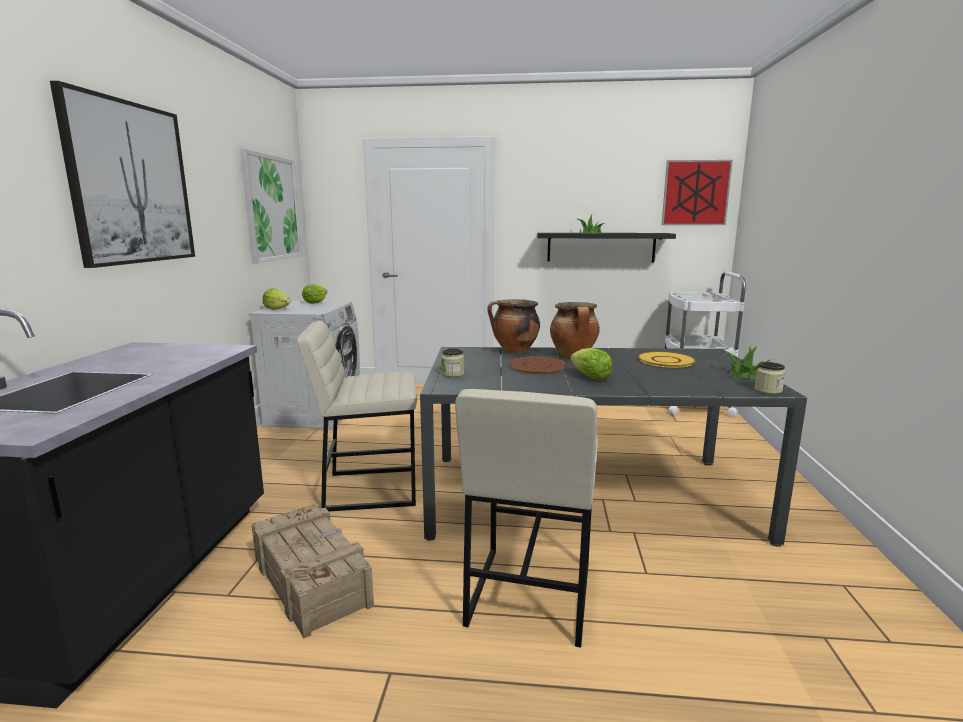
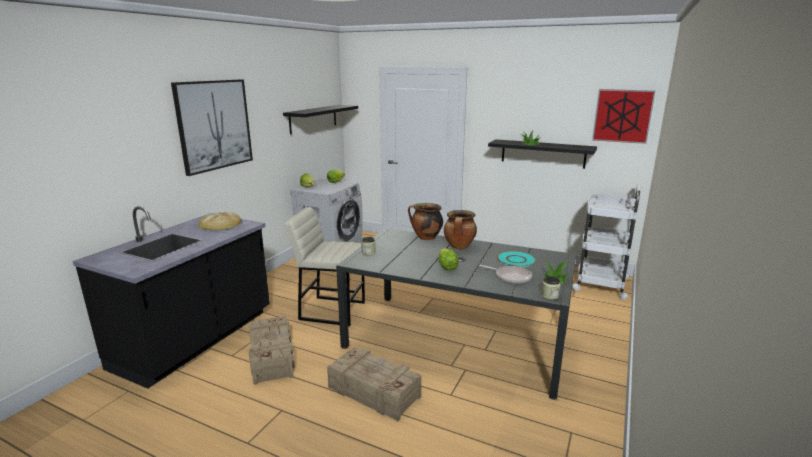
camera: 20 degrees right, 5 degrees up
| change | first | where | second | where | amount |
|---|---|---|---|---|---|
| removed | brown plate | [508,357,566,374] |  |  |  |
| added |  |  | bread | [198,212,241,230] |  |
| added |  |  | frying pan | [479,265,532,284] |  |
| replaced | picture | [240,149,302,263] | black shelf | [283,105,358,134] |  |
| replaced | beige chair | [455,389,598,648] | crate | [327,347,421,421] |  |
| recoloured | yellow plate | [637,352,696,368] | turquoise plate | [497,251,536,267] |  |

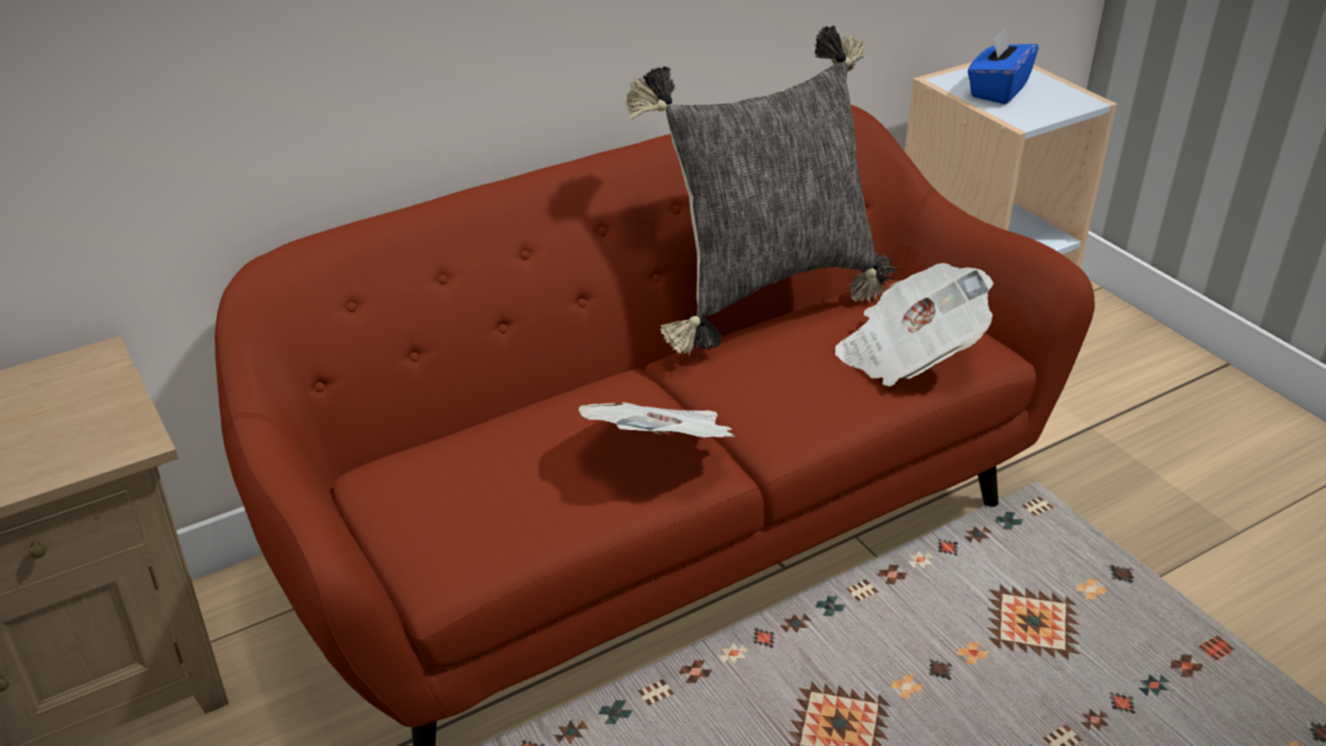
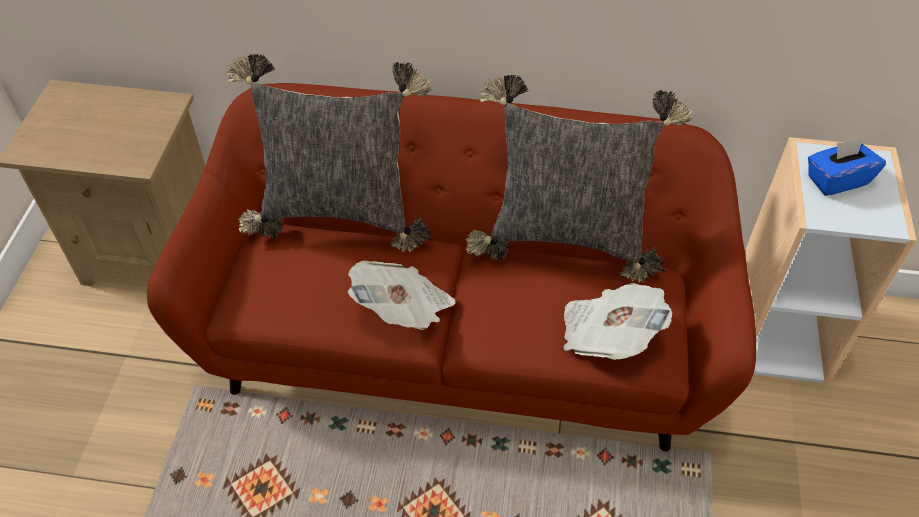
camera: 40 degrees right, 15 degrees up
| change | first | where | second | where | amount |
|---|---|---|---|---|---|
| added |  |  | pillow | [227,54,432,253] |  |

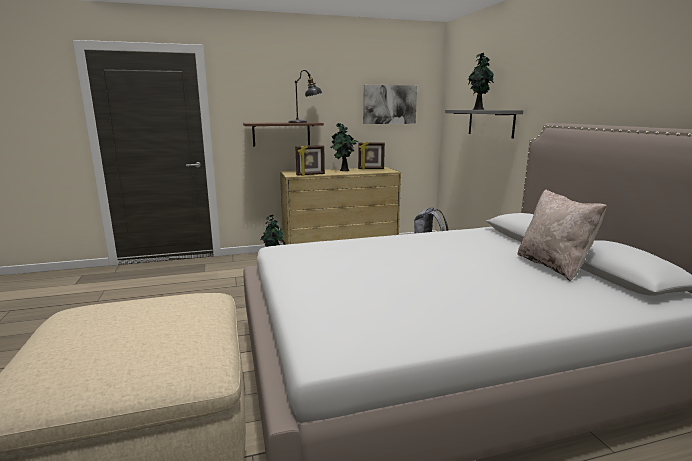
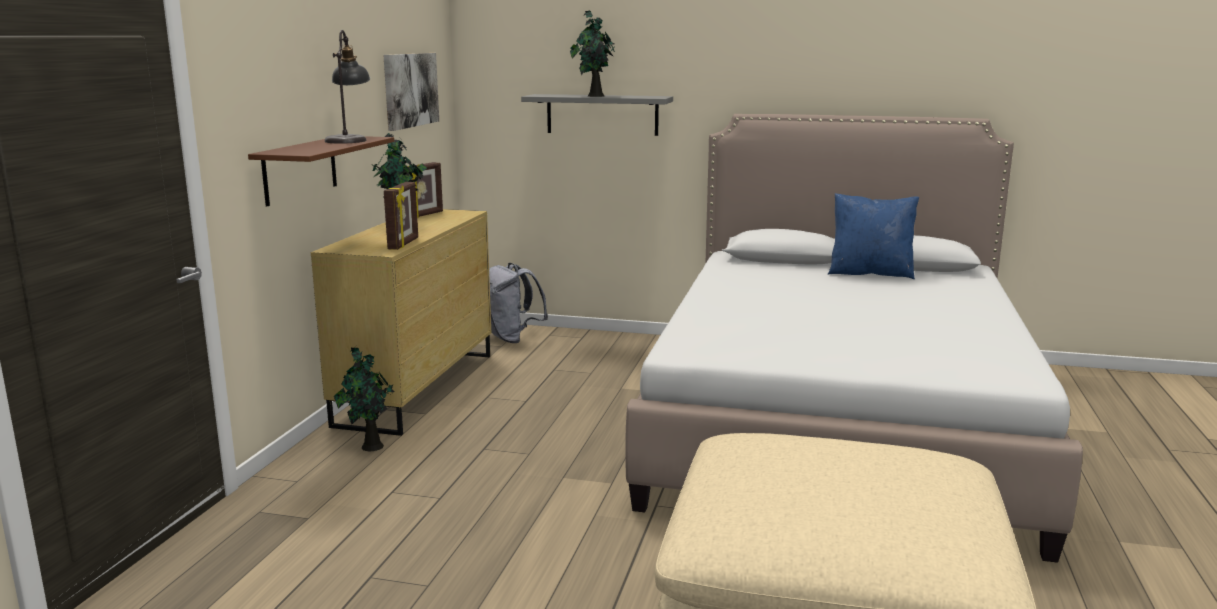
camera: 60 degrees left, 0 degrees up
| change | first | where | second | where | amount |
|---|---|---|---|---|---|
| recoloured | beige pillow | [517,190,607,281] | blue pillow | [828,193,919,279] |  |

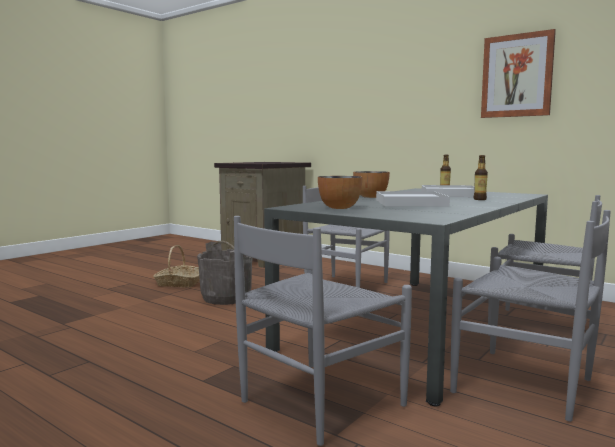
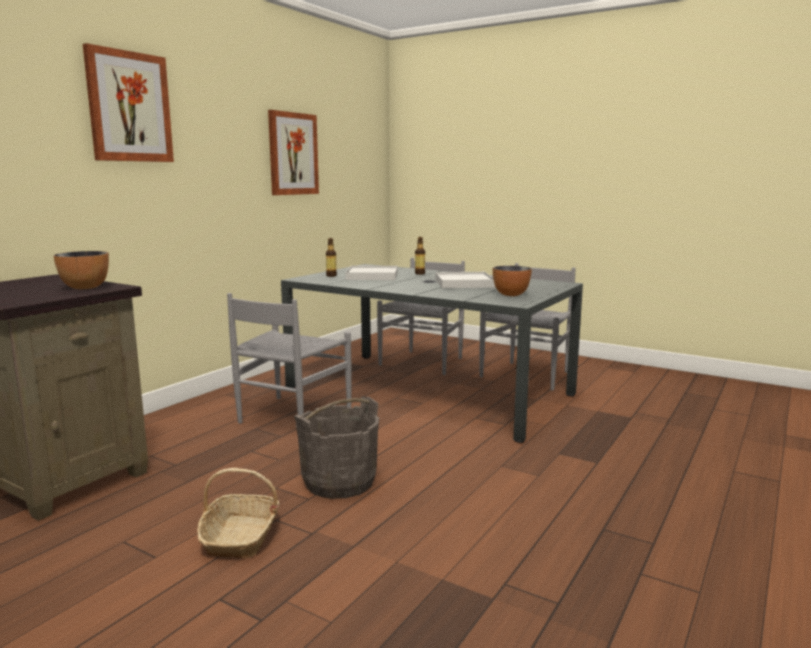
camera: 95 degrees left, 5 degrees up
| change | first | where | second | where | amount |
|---|---|---|---|---|---|
| removed | grey chair | [234,216,412,446] |  |  |  |
| added |  |  | picture | [83,43,174,162] |  |
| moved | bowl | [353,171,390,198] |  | [54,251,109,289] |  |

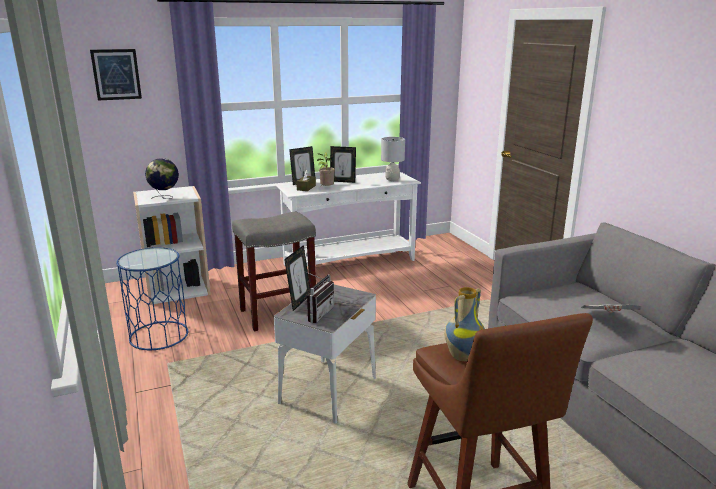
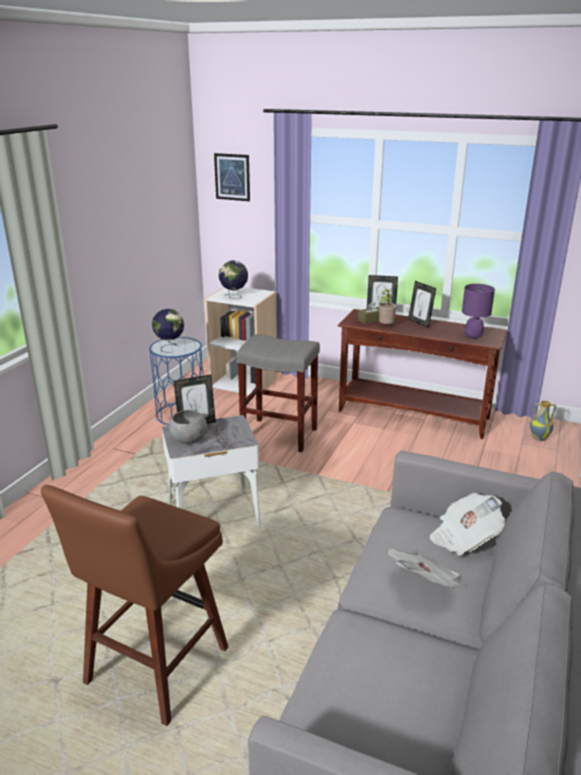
camera: 45 degrees right, 5 degrees up
| change | first | where | second | where | amount |
|---|---|---|---|---|---|
| added |  |  | globe | [152,309,184,353] |  |
| added |  |  | newspaper | [430,493,505,556] |  |
| moved | vase | [444,287,485,361] |  | [530,401,556,441] |  |
| replaced | radio | [304,271,334,323] | grey bowl | [169,410,207,444] |  |
| recoloured | white console table | [276,172,421,266] | brown console table | [338,309,507,439] |  |
| recoloured | grey table lamp | [381,137,405,181] | purple table lamp | [462,284,495,338] |  |

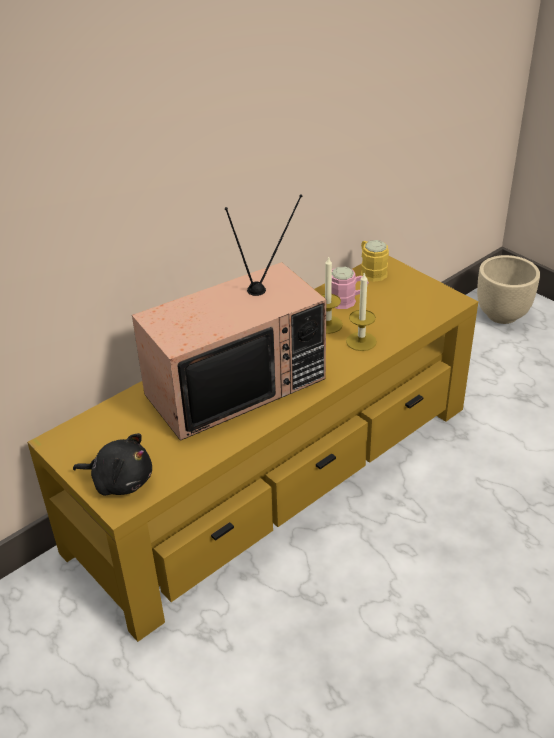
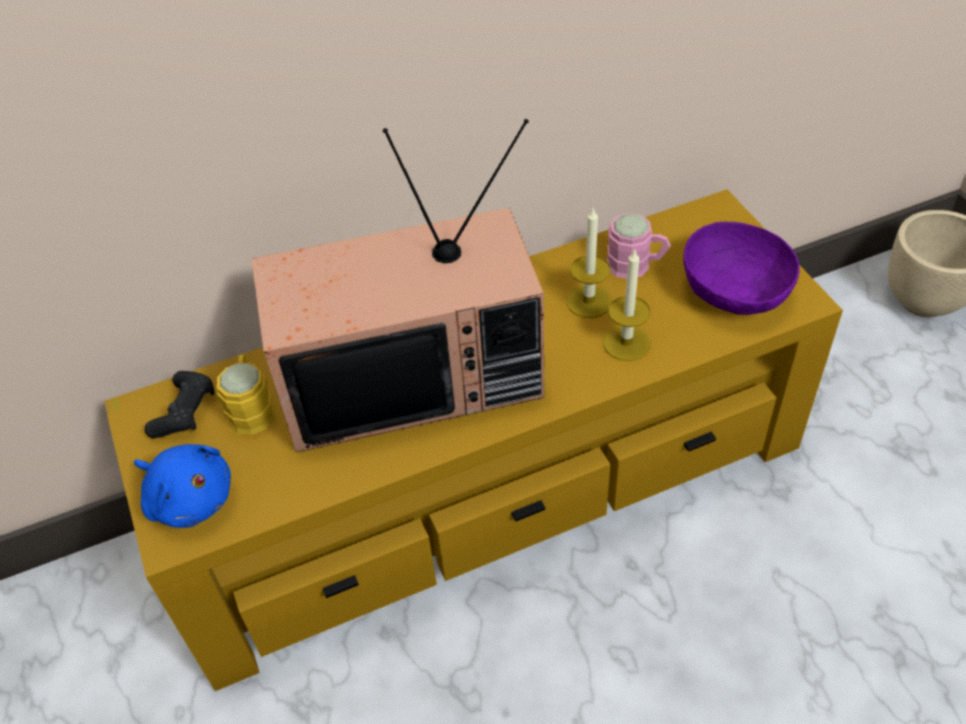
camera: 20 degrees right, 10 degrees up
| change | first | where | second | where | amount |
|---|---|---|---|---|---|
| added |  |  | black game controller | [145,371,214,438] |  |
| added |  |  | purple bowl | [683,222,800,315] |  |
| moved | yellow mug | [361,240,389,282] |  | [217,355,275,435] |  |
| recoloured | black plush toy | [73,433,152,496] | blue plush toy | [134,444,231,528] |  |

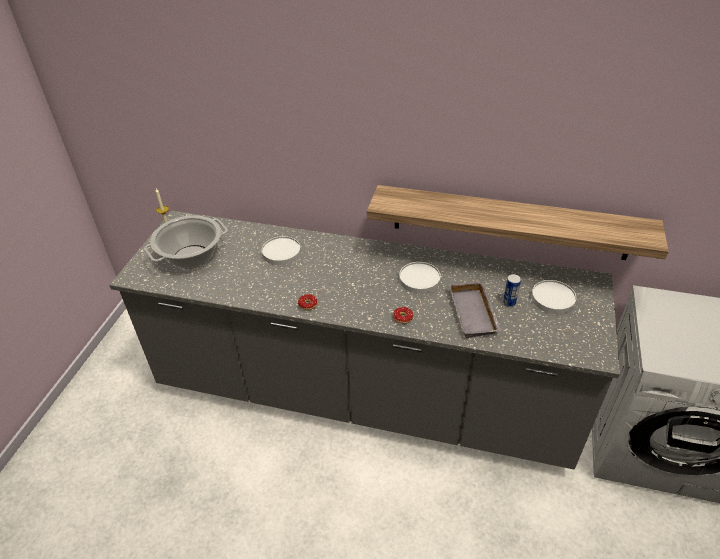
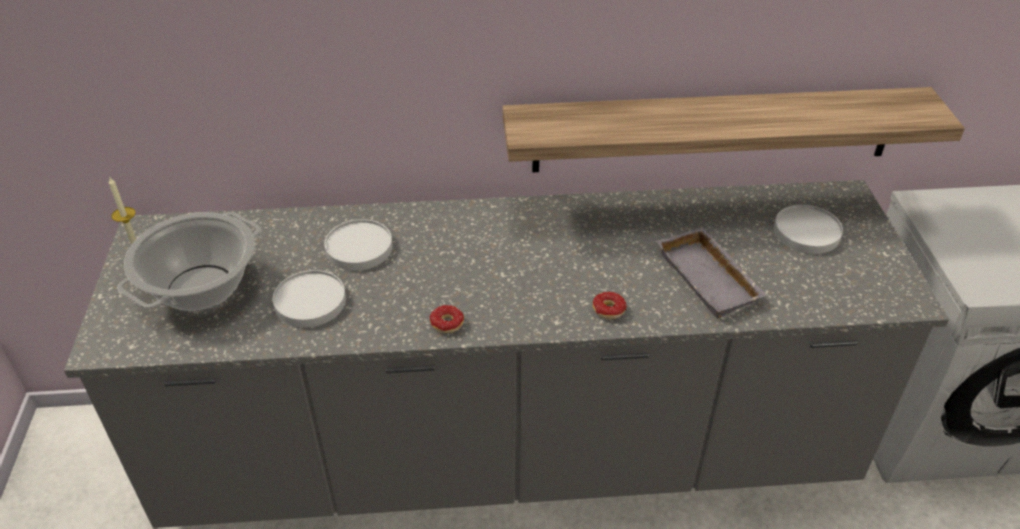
camera: 20 degrees left, 0 degrees up
| change | first | where | second | where | amount |
|---|---|---|---|---|---|
| removed | can | [503,274,521,307] |  |  |  |
| moved | white plate | [399,262,441,294] |  | [273,270,346,328] |  |

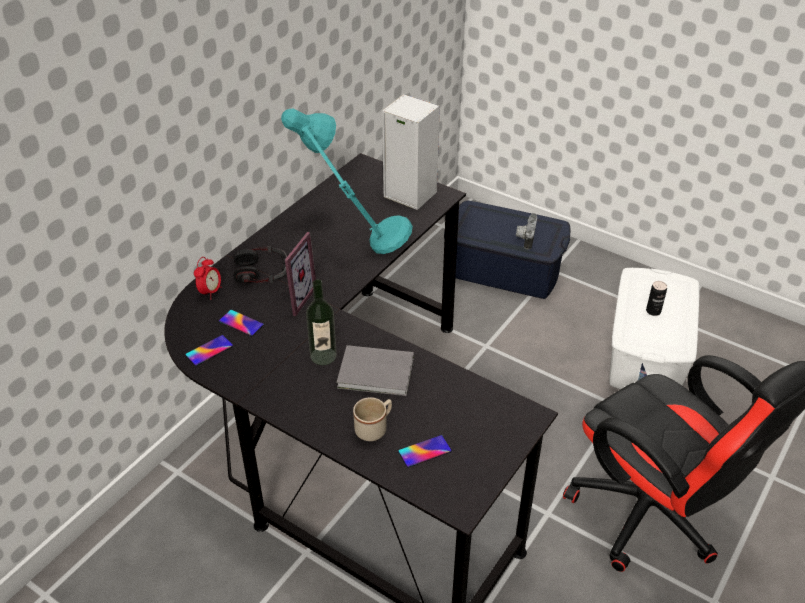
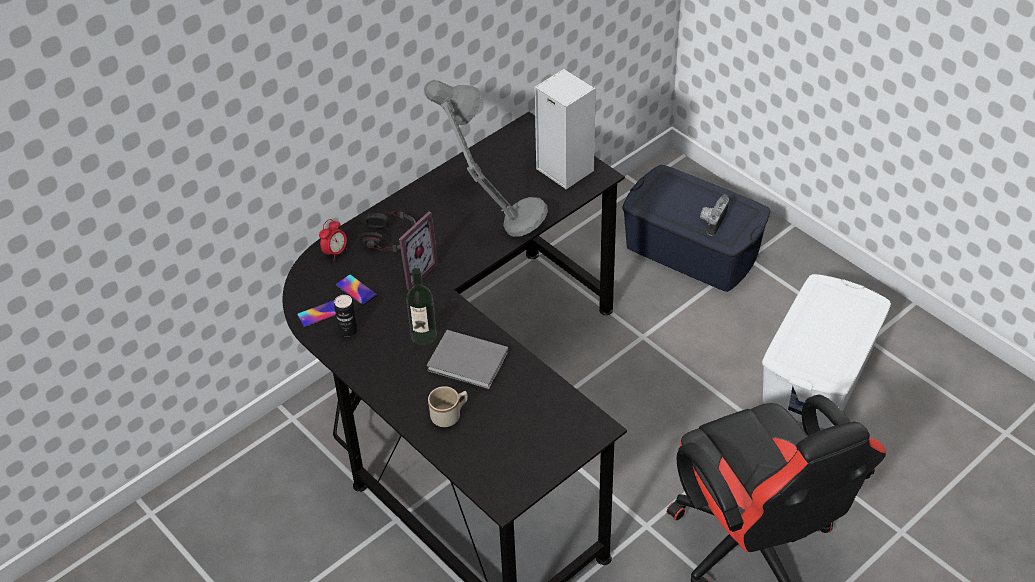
camera: 15 degrees right, 5 degrees up
| change | first | where | second | where | amount |
|---|---|---|---|---|---|
| removed | phone | [398,435,452,468] |  |  |  |
| moved | can | [646,281,667,316] |  | [334,295,357,337] |  |
| recoloured | turquoise table lamp | [281,108,413,254] | grey table lamp | [424,80,548,237] |  |

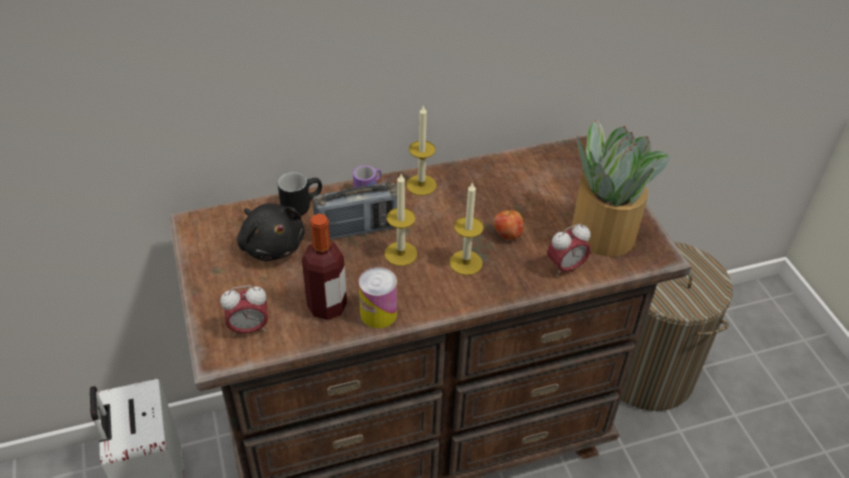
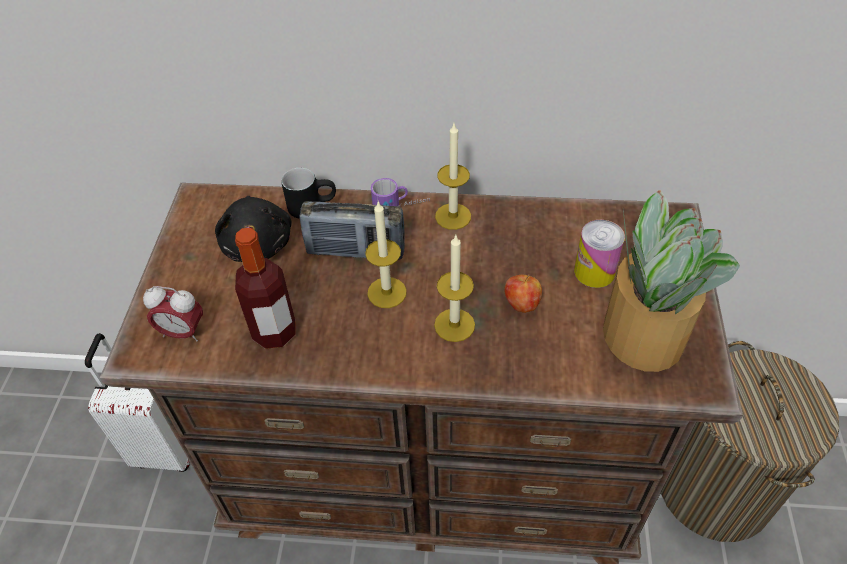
camera: 25 degrees right, 5 degrees up
| change | first | where | second | where | amount |
|---|---|---|---|---|---|
| removed | alarm clock | [547,224,591,277] |  |  |  |
| moved | can | [359,267,397,328] |  | [574,220,625,288] |  |

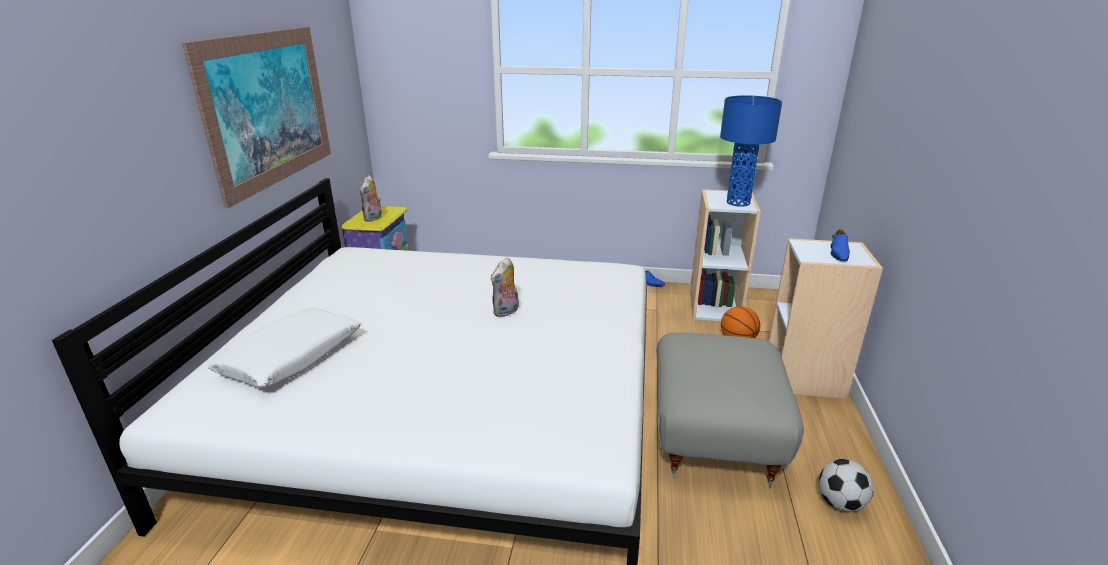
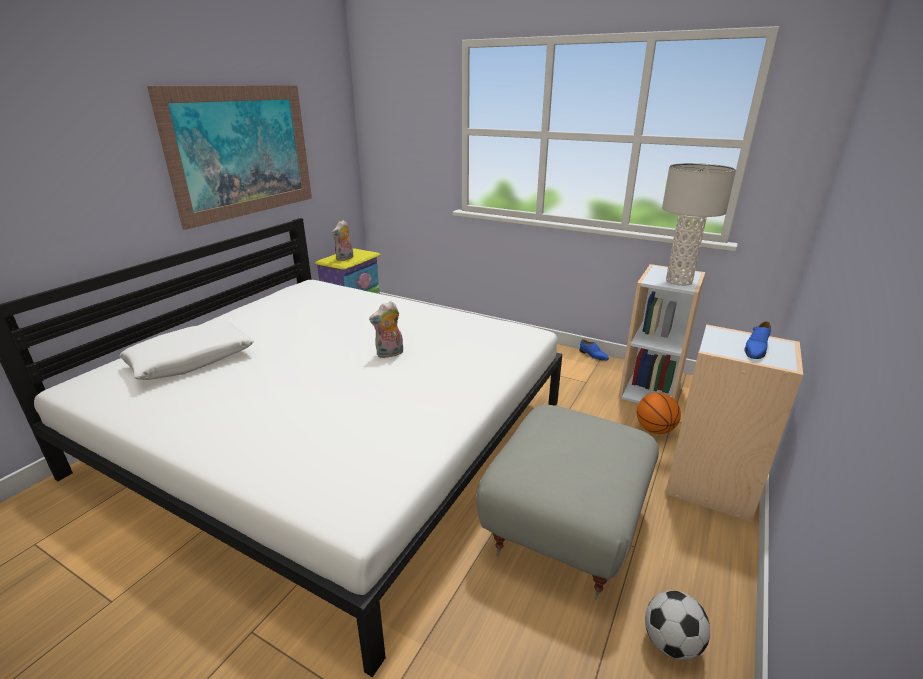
camera: 20 degrees right, 0 degrees up
| change | first | where | second | where | amount |
|---|---|---|---|---|---|
| recoloured | blue table lamp | [720,95,782,207] | white table lamp | [662,163,736,286] |  |

